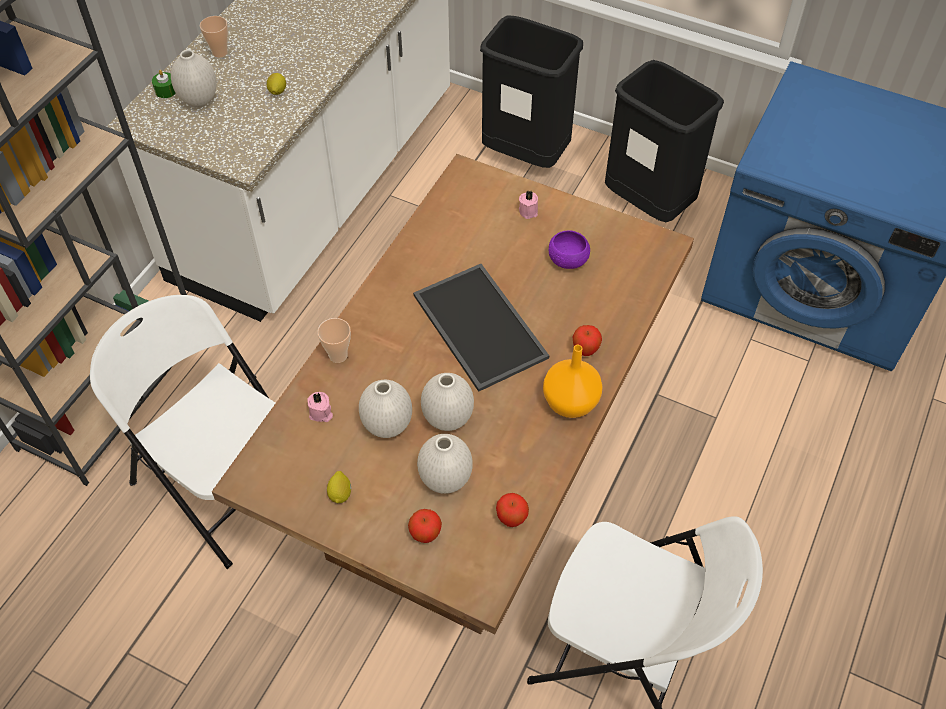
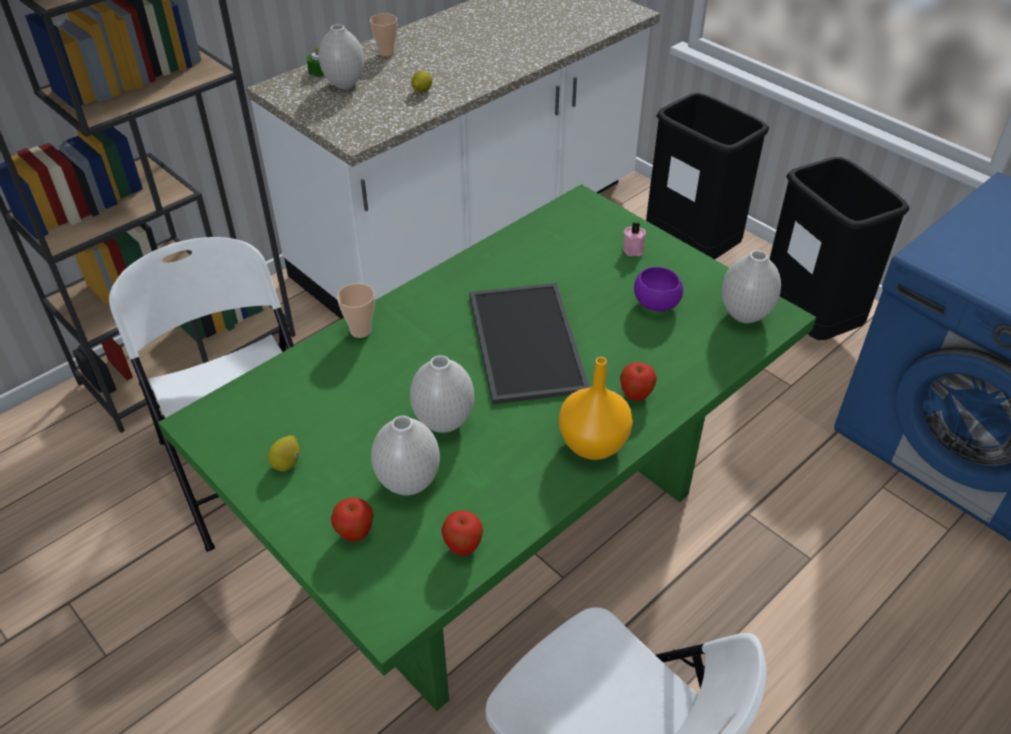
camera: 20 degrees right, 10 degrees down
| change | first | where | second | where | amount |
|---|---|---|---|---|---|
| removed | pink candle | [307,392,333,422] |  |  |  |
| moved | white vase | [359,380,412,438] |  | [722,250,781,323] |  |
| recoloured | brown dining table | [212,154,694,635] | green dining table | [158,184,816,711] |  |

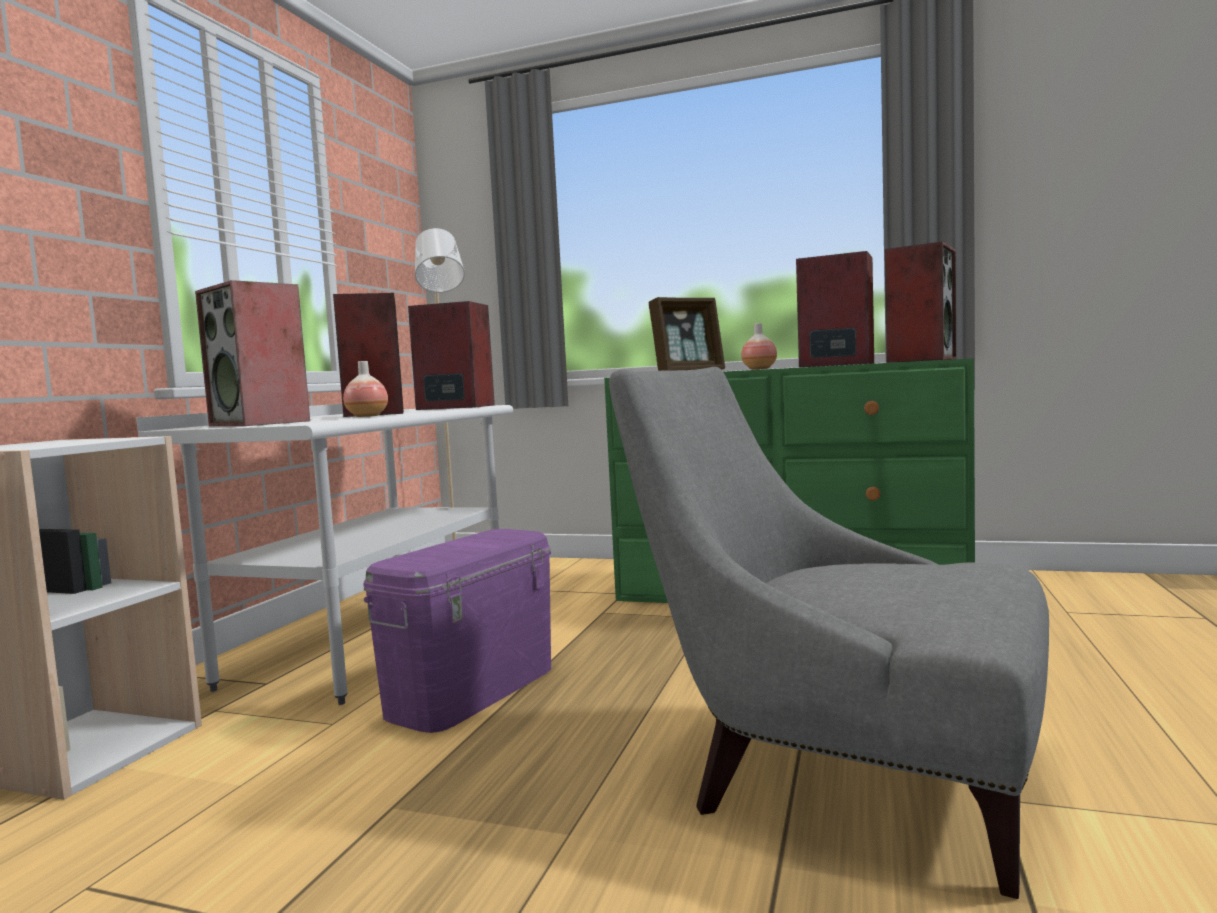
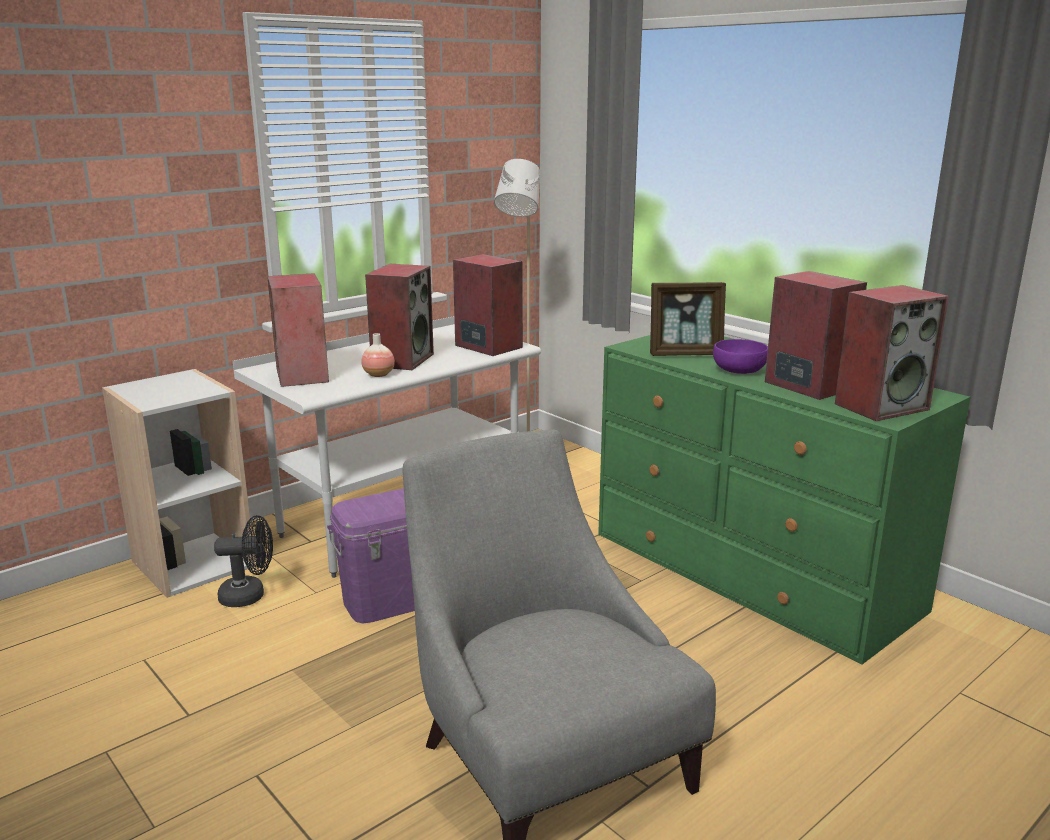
camera: 30 degrees right, 15 degrees up
| change | first | where | second | where | amount |
|---|---|---|---|---|---|
| added |  |  | black fan | [214,515,273,607] |  |
| replaced | vase | [741,323,777,370] | purple bowl | [713,339,768,374] |  |

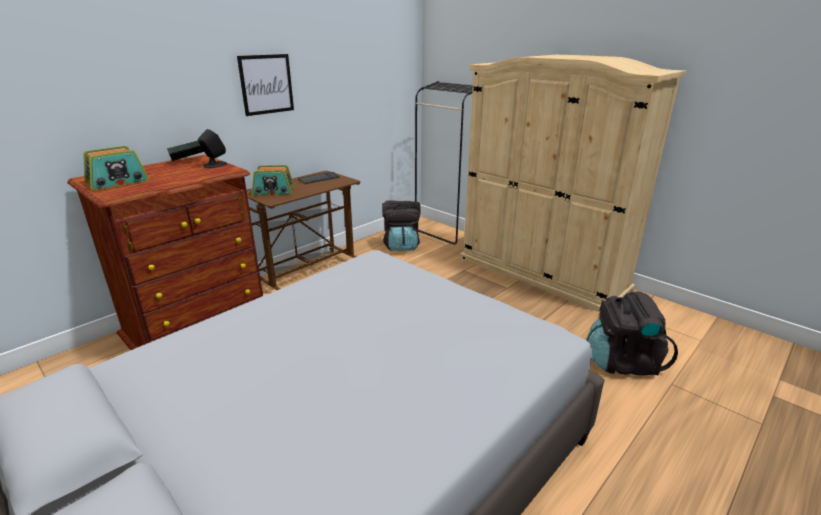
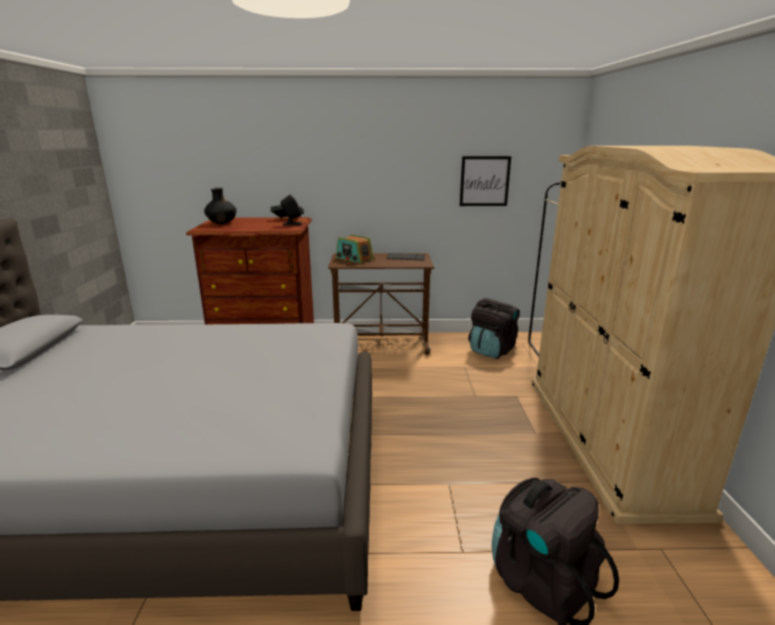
camera: 45 degrees right, 5 degrees down
| change | first | where | second | where | amount |
|---|---|---|---|---|---|
| moved | picture | [237,54,294,116] |  | [459,156,511,206] |  |
| replaced | radio | [83,146,149,191] | black vase | [204,188,237,224] |  |

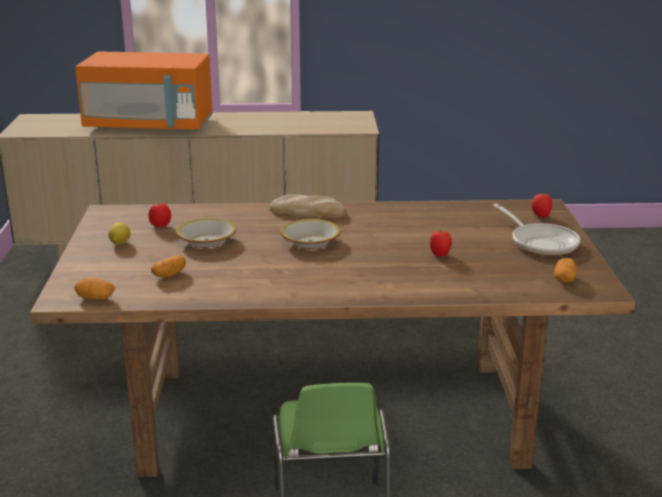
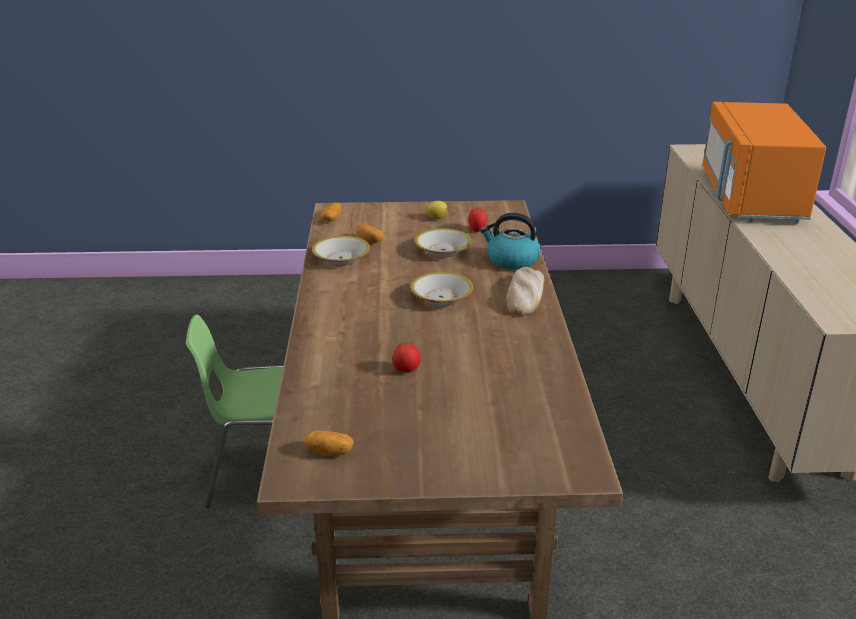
camera: 90 degrees right, 5 degrees up
| change | first | where | second | where | amount |
|---|---|---|---|---|---|
| removed | frying pan | [493,204,580,256] |  |  |  |
| removed | tomato | [531,193,552,218] |  |  |  |
| added |  |  | bowl | [312,236,370,266] |  |
| added |  |  | kettle | [480,213,541,270] |  |

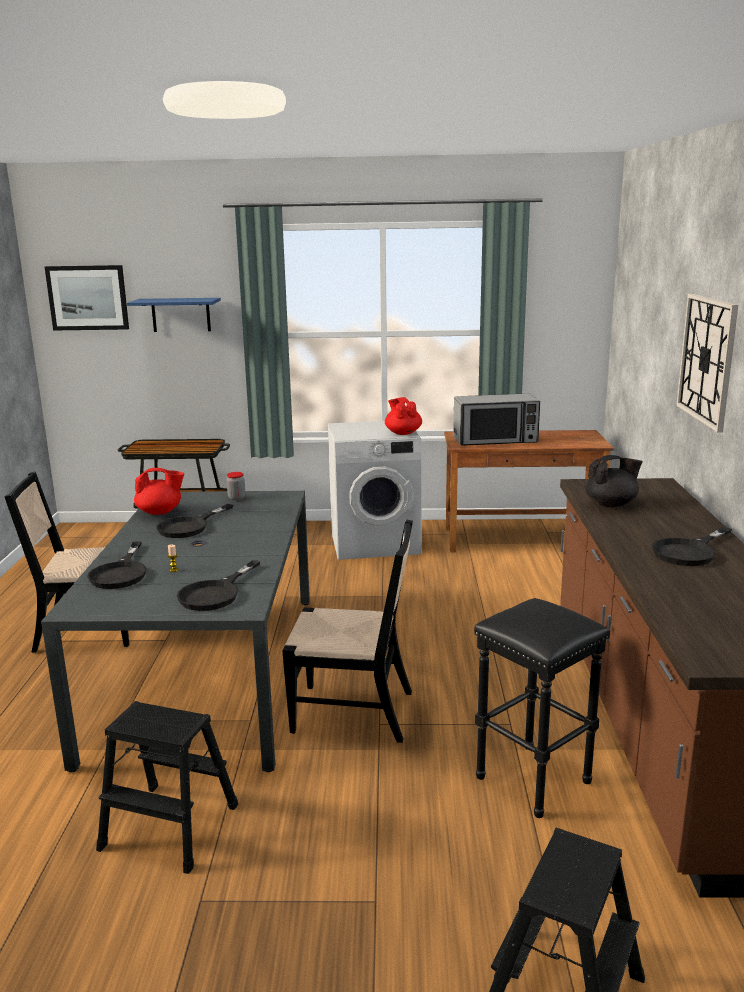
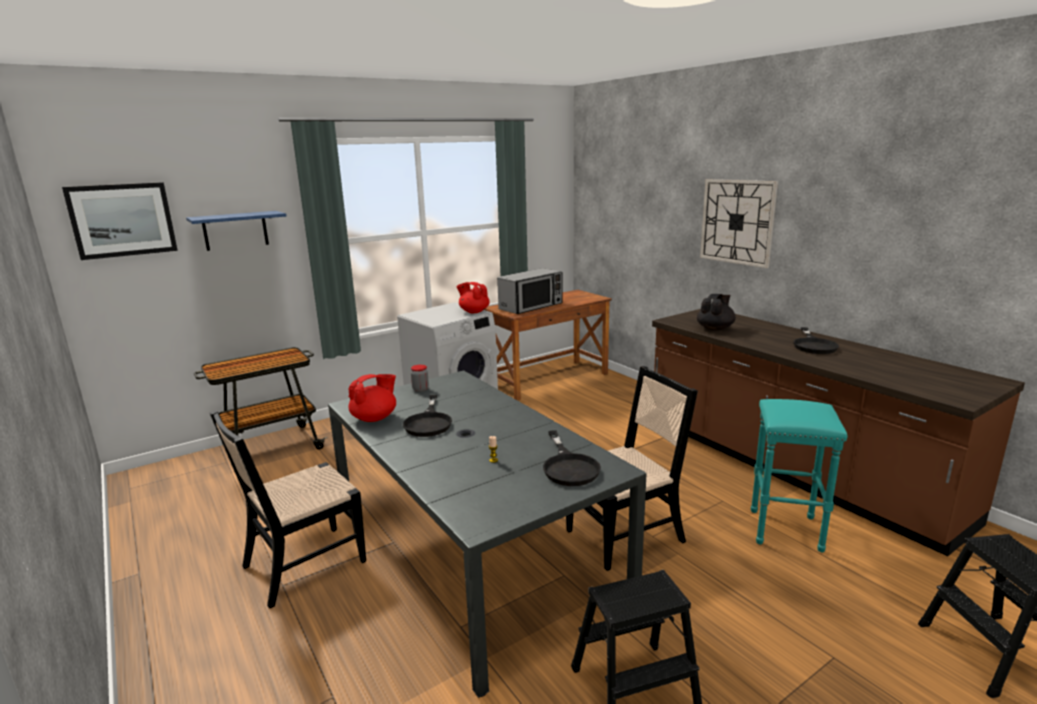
camera: 35 degrees left, 0 degrees up
| change | first | where | second | where | amount |
|---|---|---|---|---|---|
| removed | black frying pan | [87,541,147,589] |  |  |  |
| recoloured | black stool | [474,598,610,818] | turquoise stool | [751,399,848,552] |  |

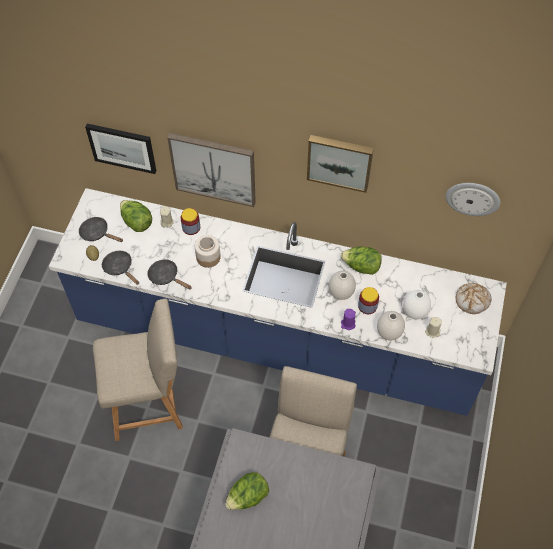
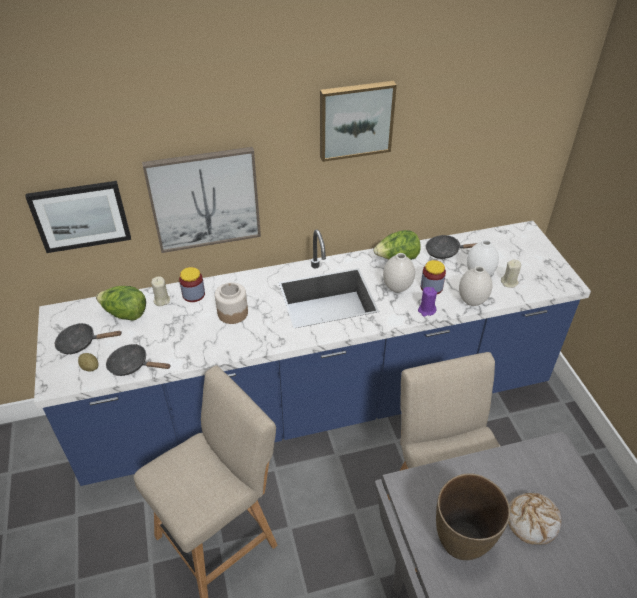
camera: 30 degrees left, 15 degrees down
| change | first | where | second | where | amount |
|---|---|---|---|---|---|
| removed | wall clock | [445,183,500,216] |  |  |  |
| moved | black frying pan | [147,259,192,290] |  | [426,235,477,259] |  |
| moved | bread | [455,283,491,314] |  | [508,493,561,545] |  |
| replaced | lettuce | [225,472,269,510] | brown vase | [436,473,510,560] |  |

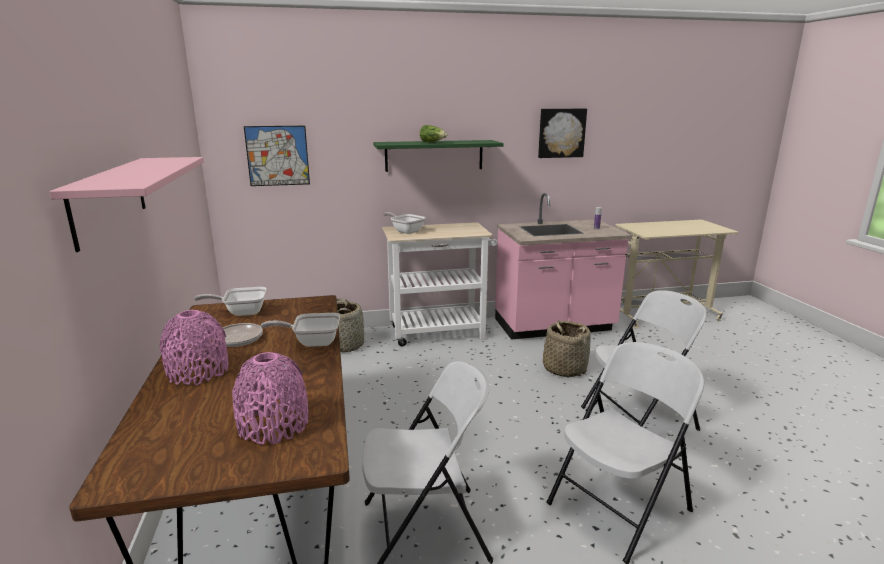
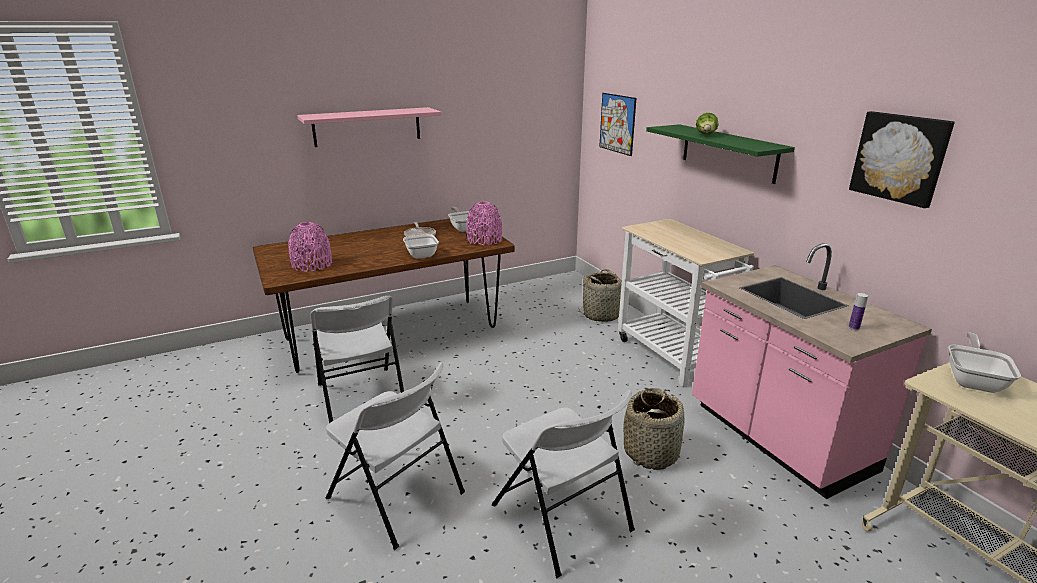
camera: 75 degrees right, 5 degrees up
| change | first | where | second | where | amount |
|---|---|---|---|---|---|
| moved | pink vase | [159,310,228,385] |  | [466,201,502,246] |  |
| moved | frying pan | [383,212,426,234] |  | [949,332,1021,393] |  |

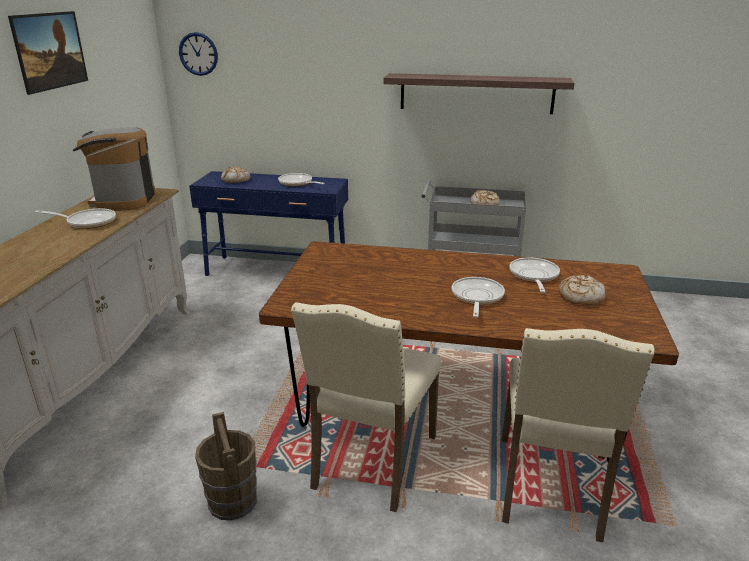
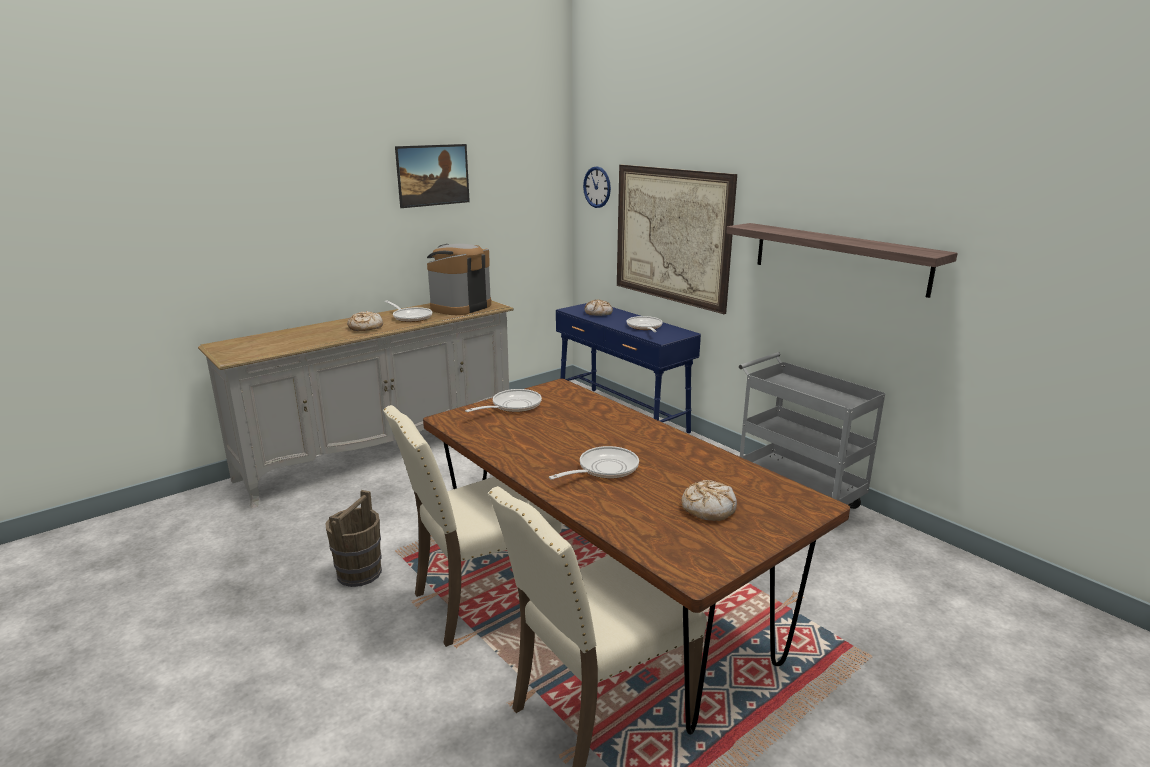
camera: 40 degrees right, 5 degrees down
| change | first | where | second | where | amount |
|---|---|---|---|---|---|
| added |  |  | picture | [617,165,737,314] |  |
| moved | bread | [470,190,500,205] |  | [347,311,383,331] |  |
| moved | frying pan | [509,257,560,293] |  | [465,389,542,412] |  |

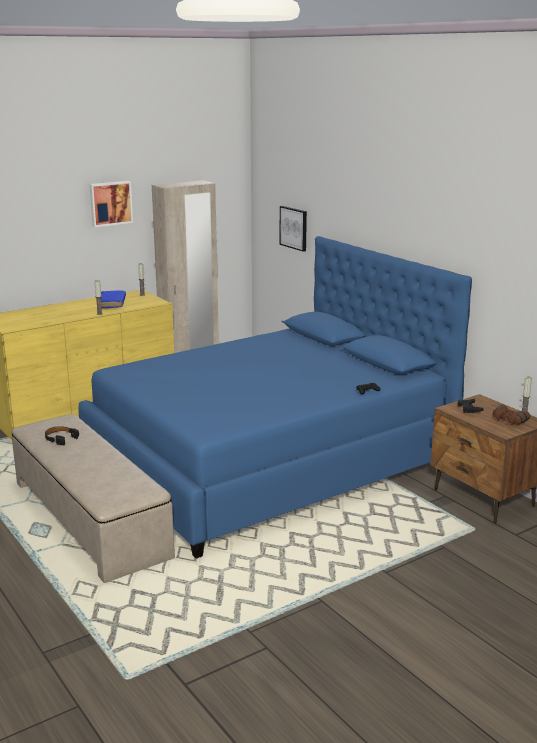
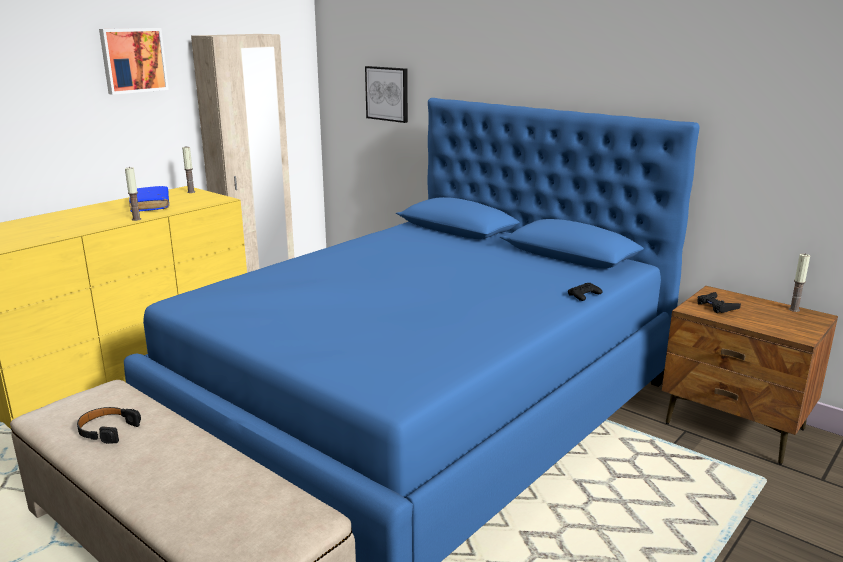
camera: 15 degrees left, 0 degrees up
| change | first | where | second | where | amount |
|---|---|---|---|---|---|
| removed | brown binoculars | [493,404,530,425] |  |  |  |

